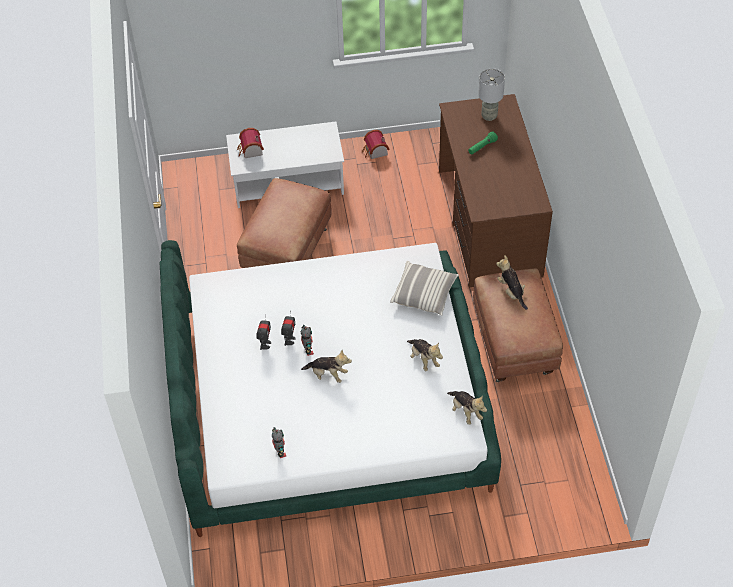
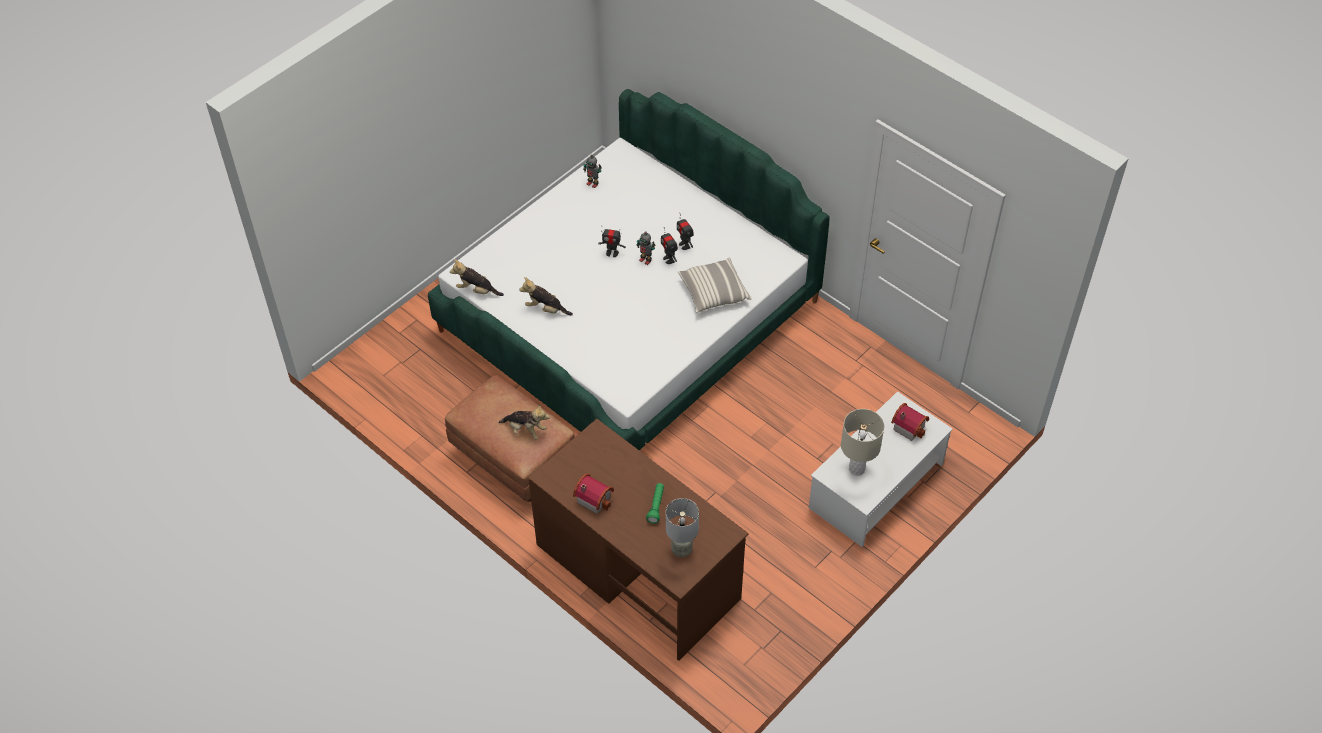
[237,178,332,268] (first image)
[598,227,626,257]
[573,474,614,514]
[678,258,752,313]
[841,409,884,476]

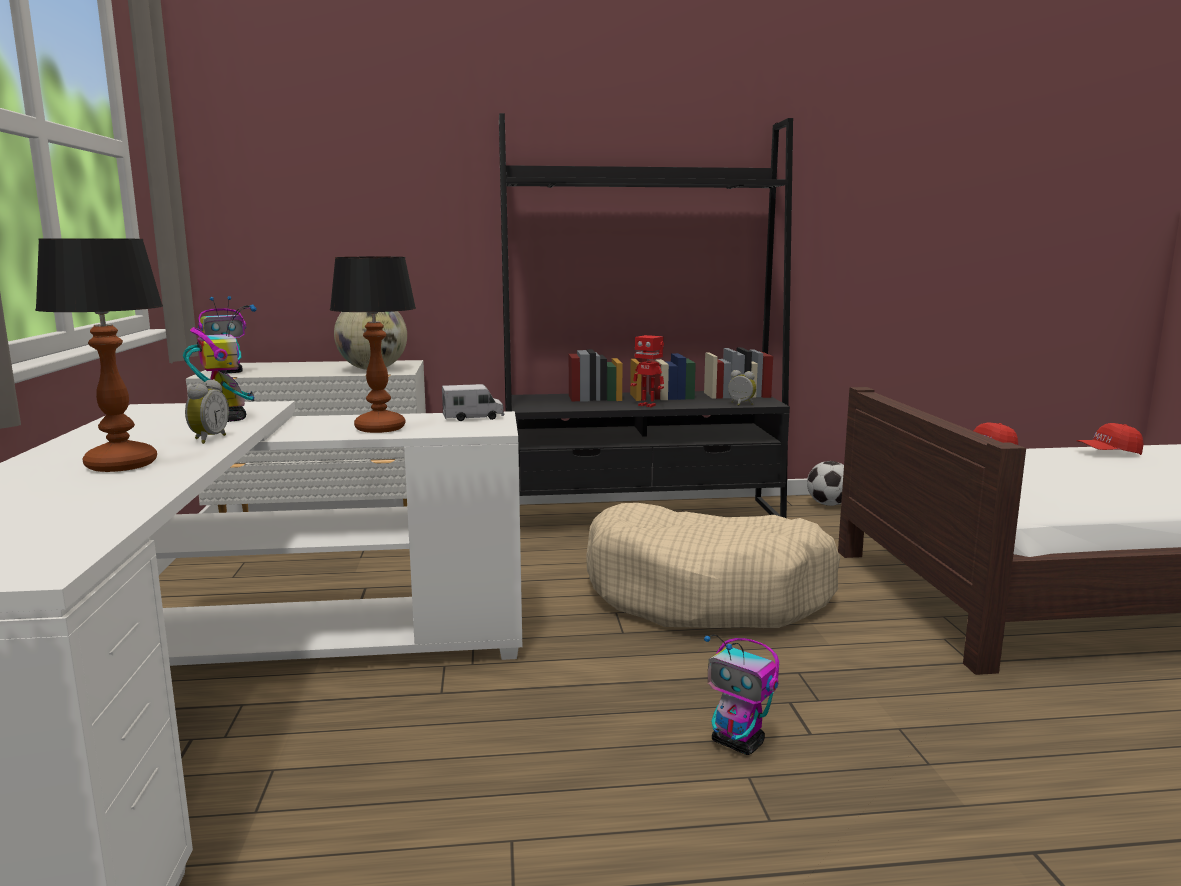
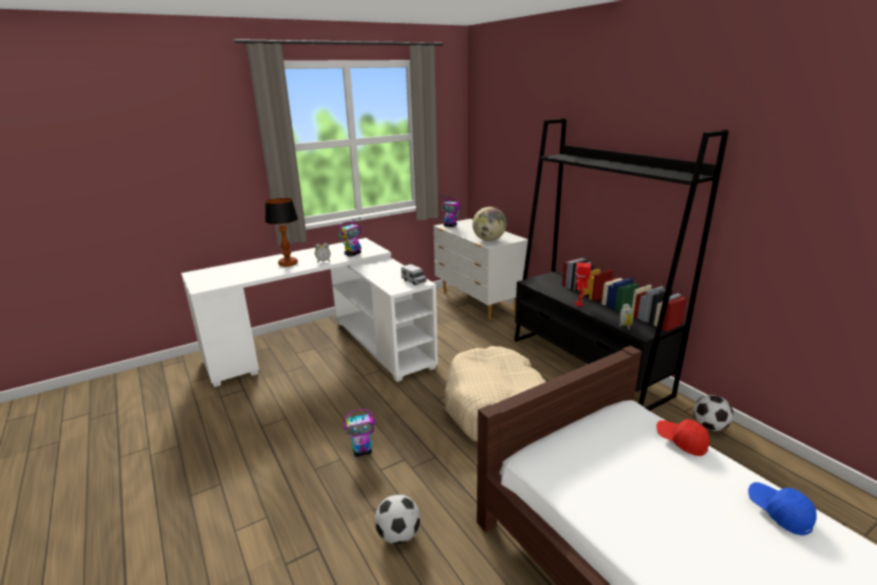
[330,257,416,433] (first image)
[344,409,375,457]
[748,482,817,536]
[375,494,420,544]

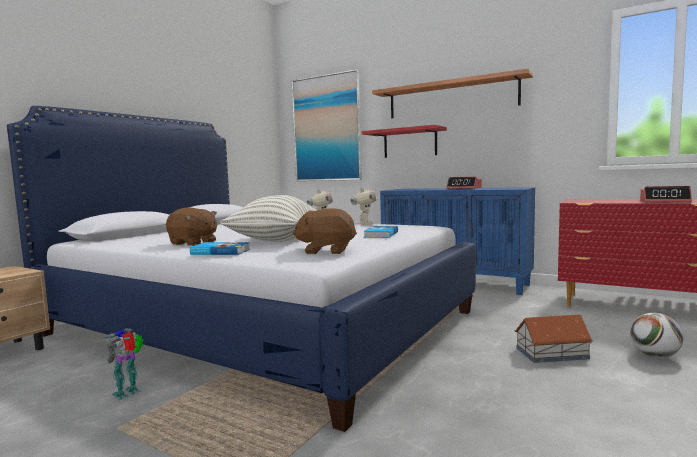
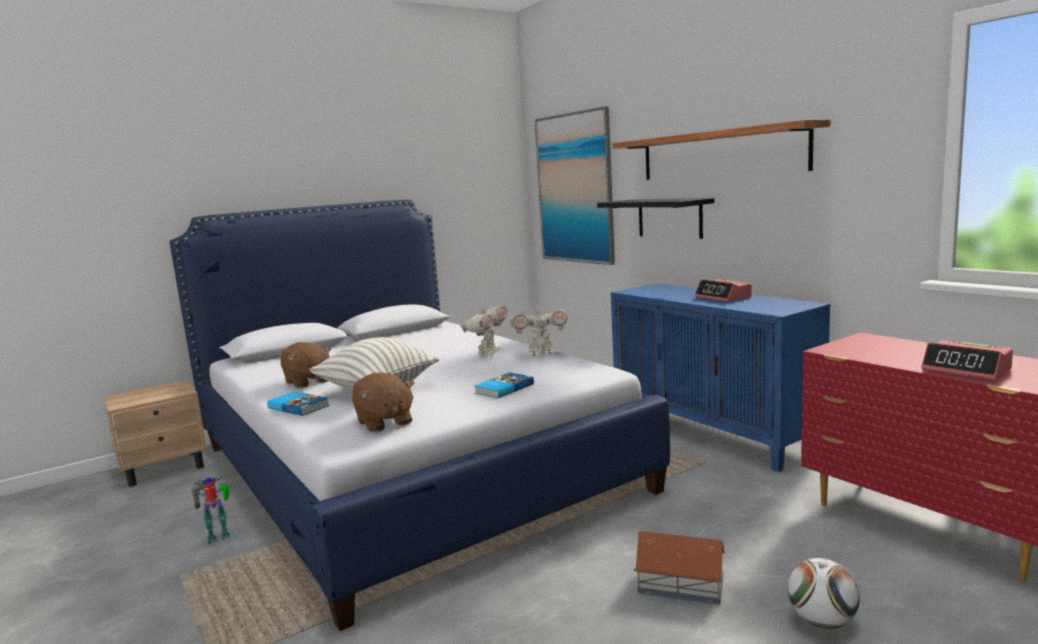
[352,372,414,432]
[510,301,568,356]
[597,198,714,239]

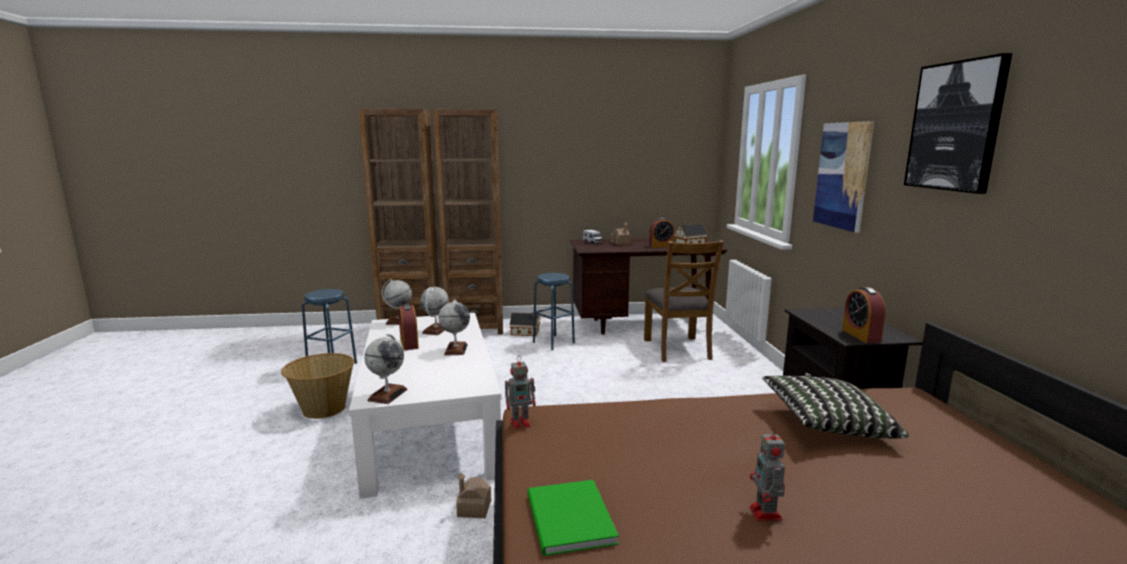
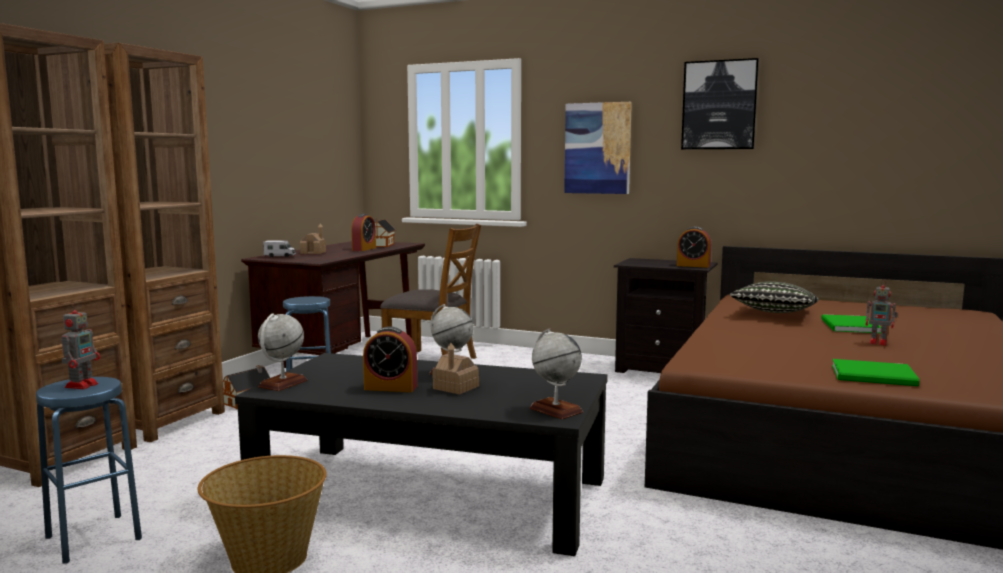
[235,353,608,556]
[420,287,449,335] (first image)
[433,343,479,395]
[61,303,100,389]
[821,314,882,333]

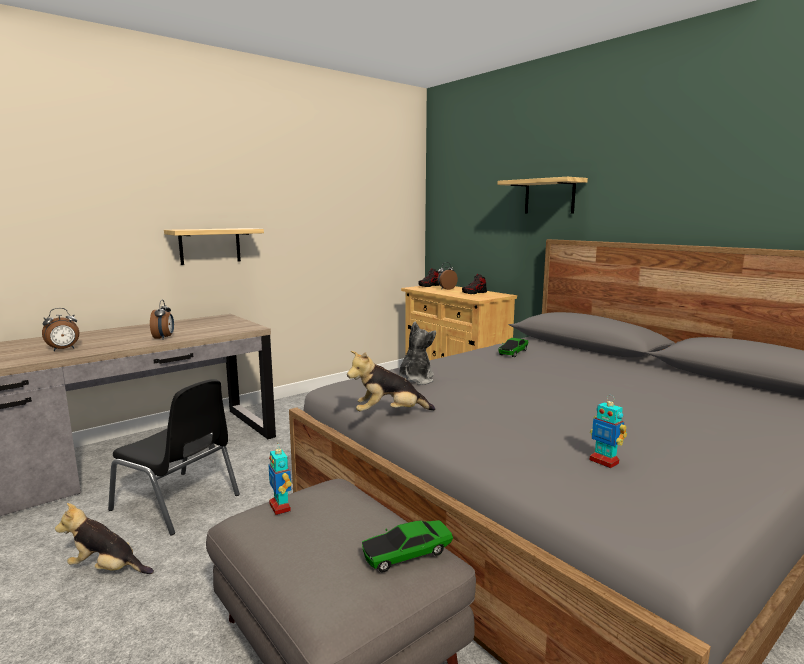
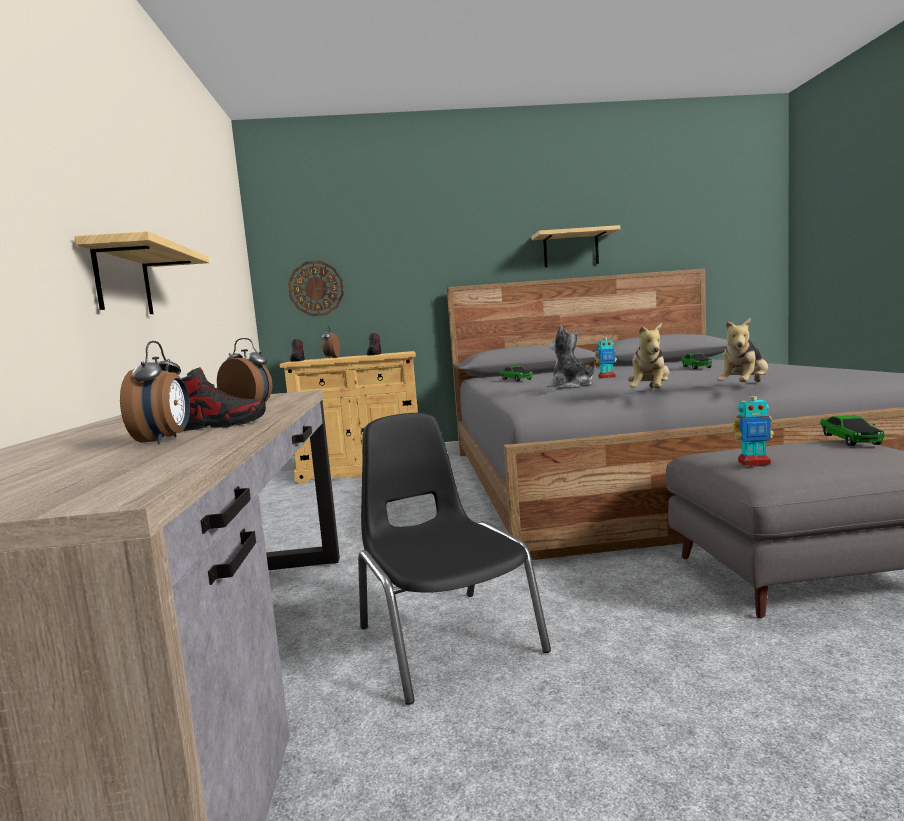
[716,318,768,382]
[358,413,551,705]
[532,225,620,267]
[595,338,617,378]
[181,367,266,431]
[288,261,344,316]
[681,353,712,369]

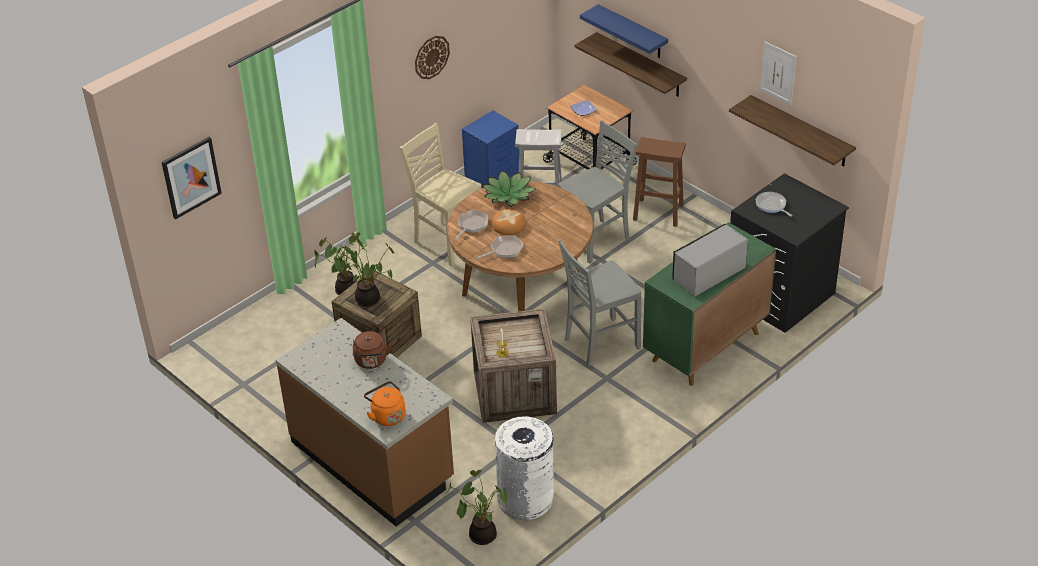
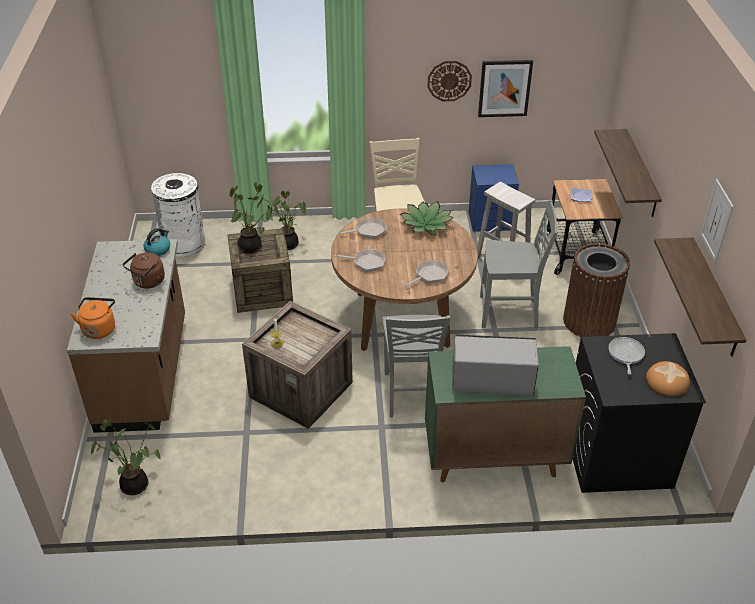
[478,60,533,117]
[646,361,690,396]
[151,173,205,257]
[382,315,450,418]
[580,4,668,58] (first image)
[563,243,630,337]
[144,228,170,256]
[405,260,449,287]

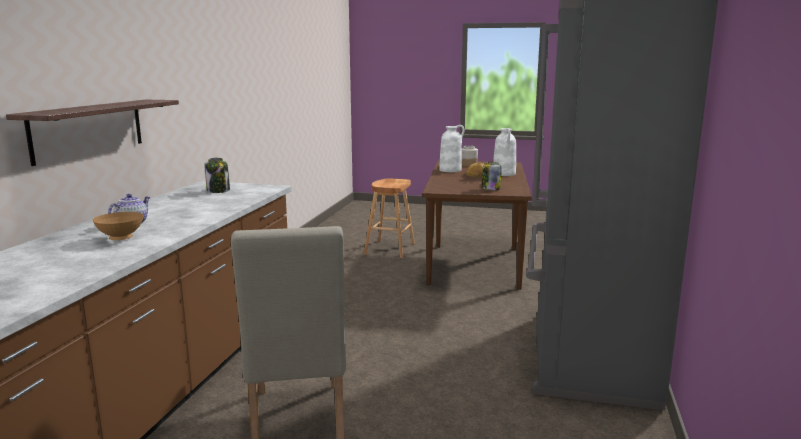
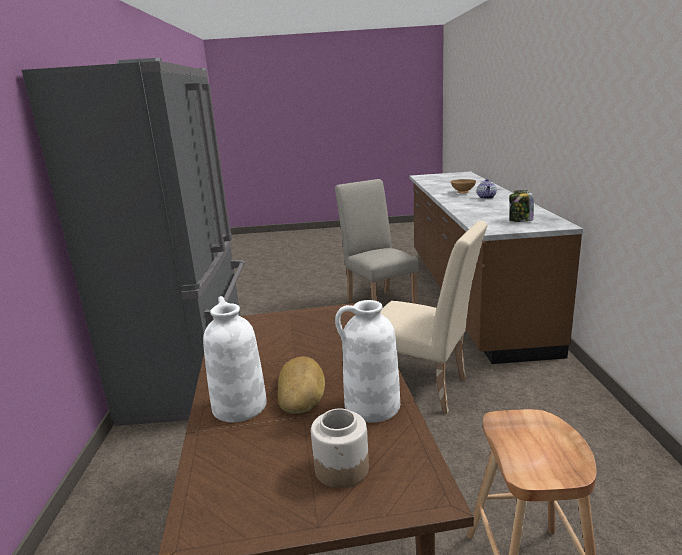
[6,100,179,166] (first image)
[481,162,502,190] (first image)
[381,221,488,414]

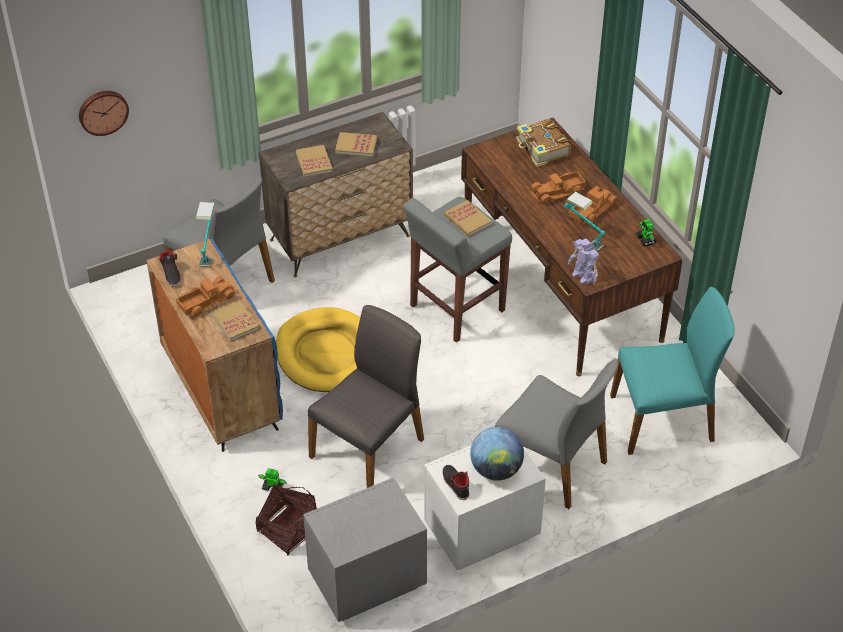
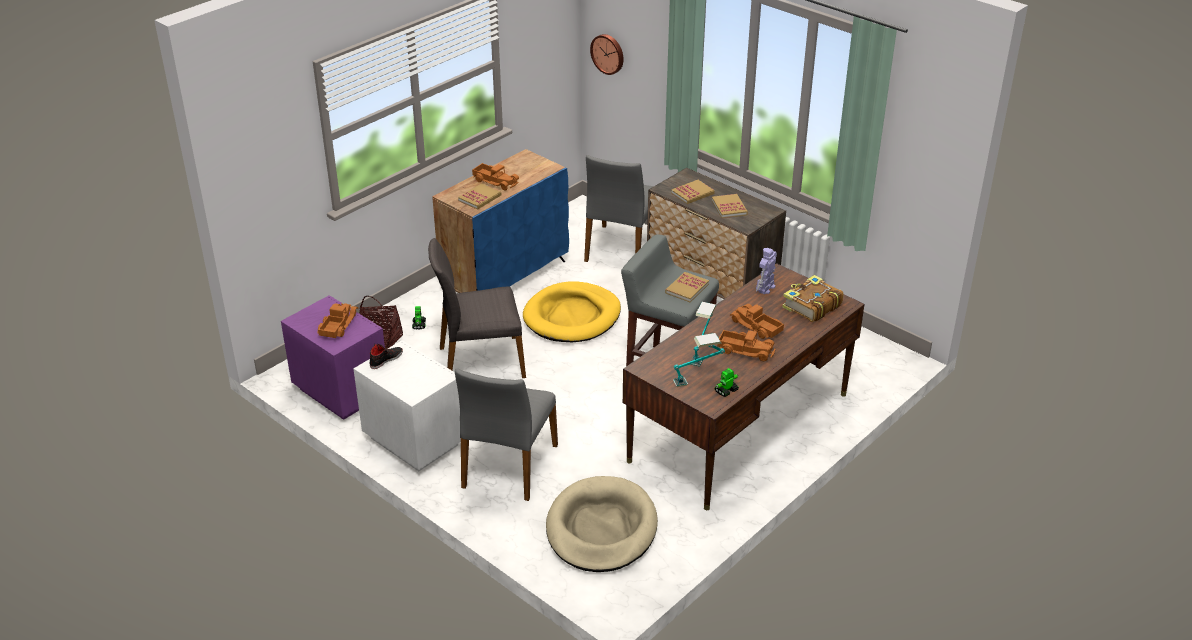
[159,251,181,287] (first image)
[673,333,725,387]
[281,295,385,420]
[428,238,526,378]
[470,427,524,481] (first image)
[756,248,777,294]
[546,476,658,572]
[317,303,358,338]

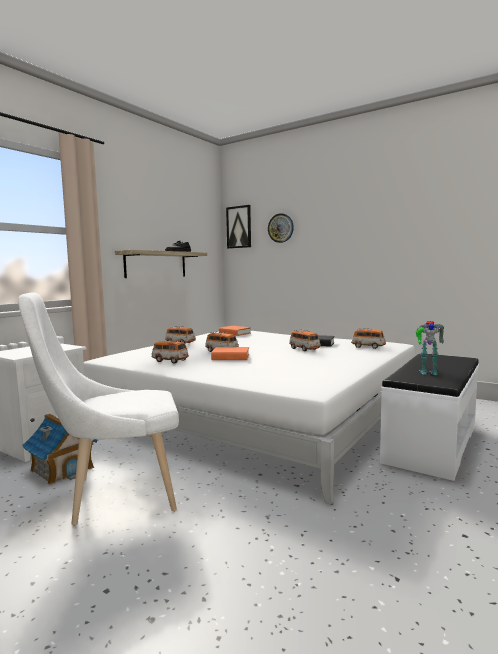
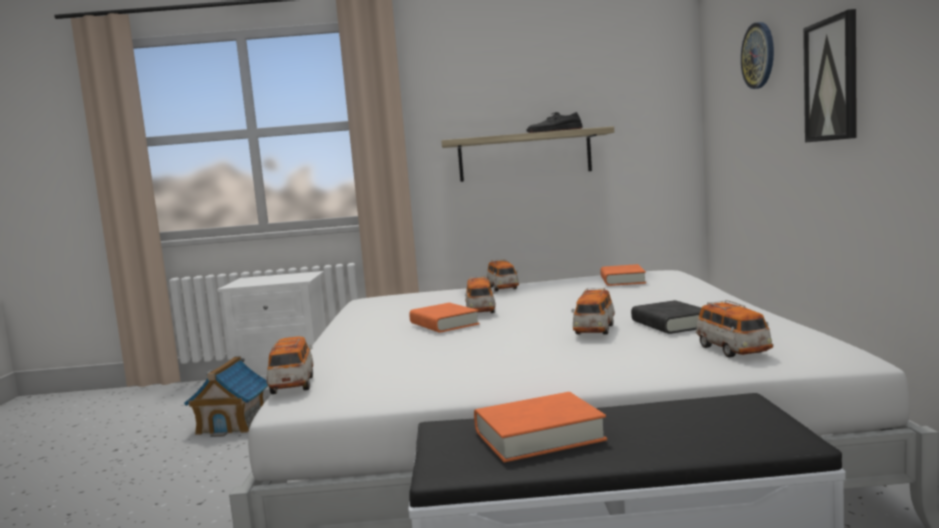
[18,292,179,525] (first image)
[266,336,313,394]
[803,9,857,143]
[474,392,607,462]

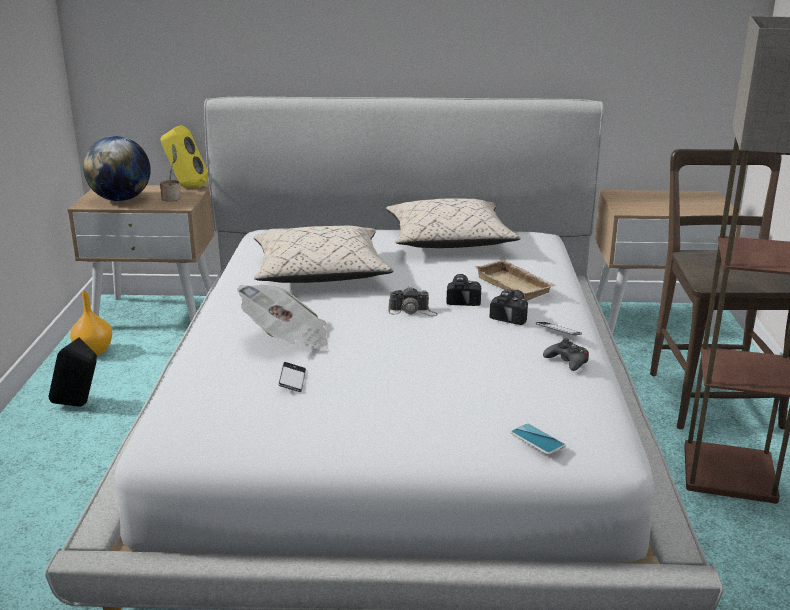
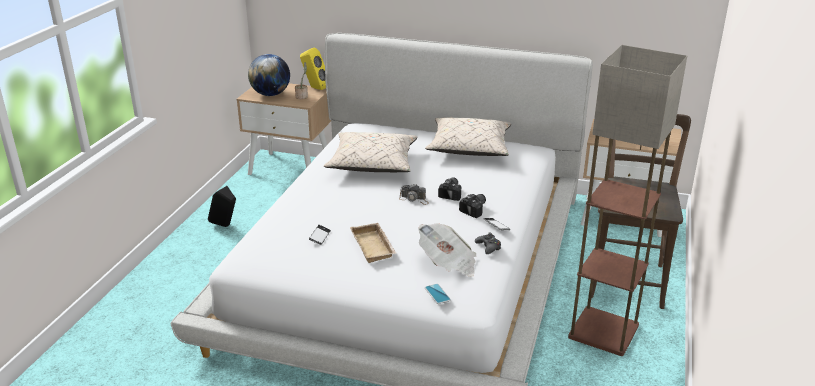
[70,291,112,355] (first image)
[418,223,476,277]
[350,223,396,263]

